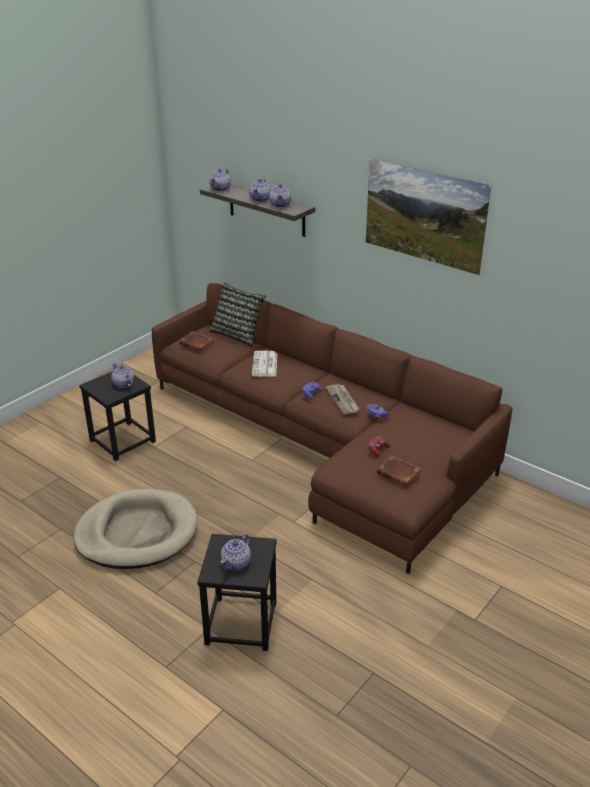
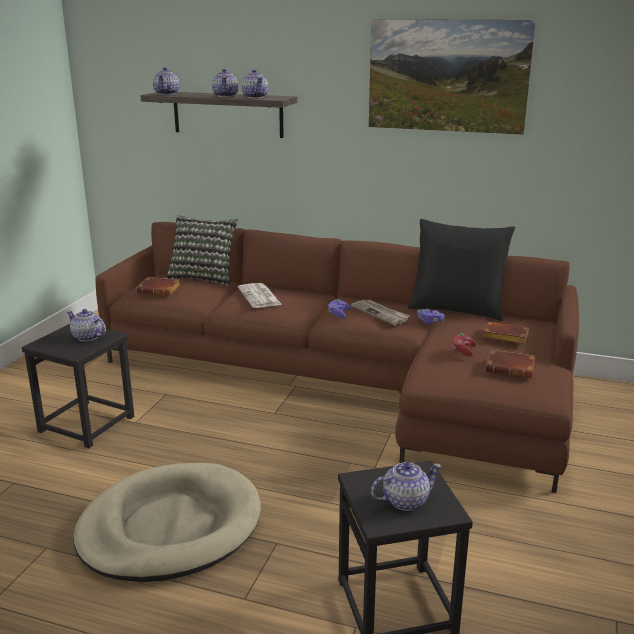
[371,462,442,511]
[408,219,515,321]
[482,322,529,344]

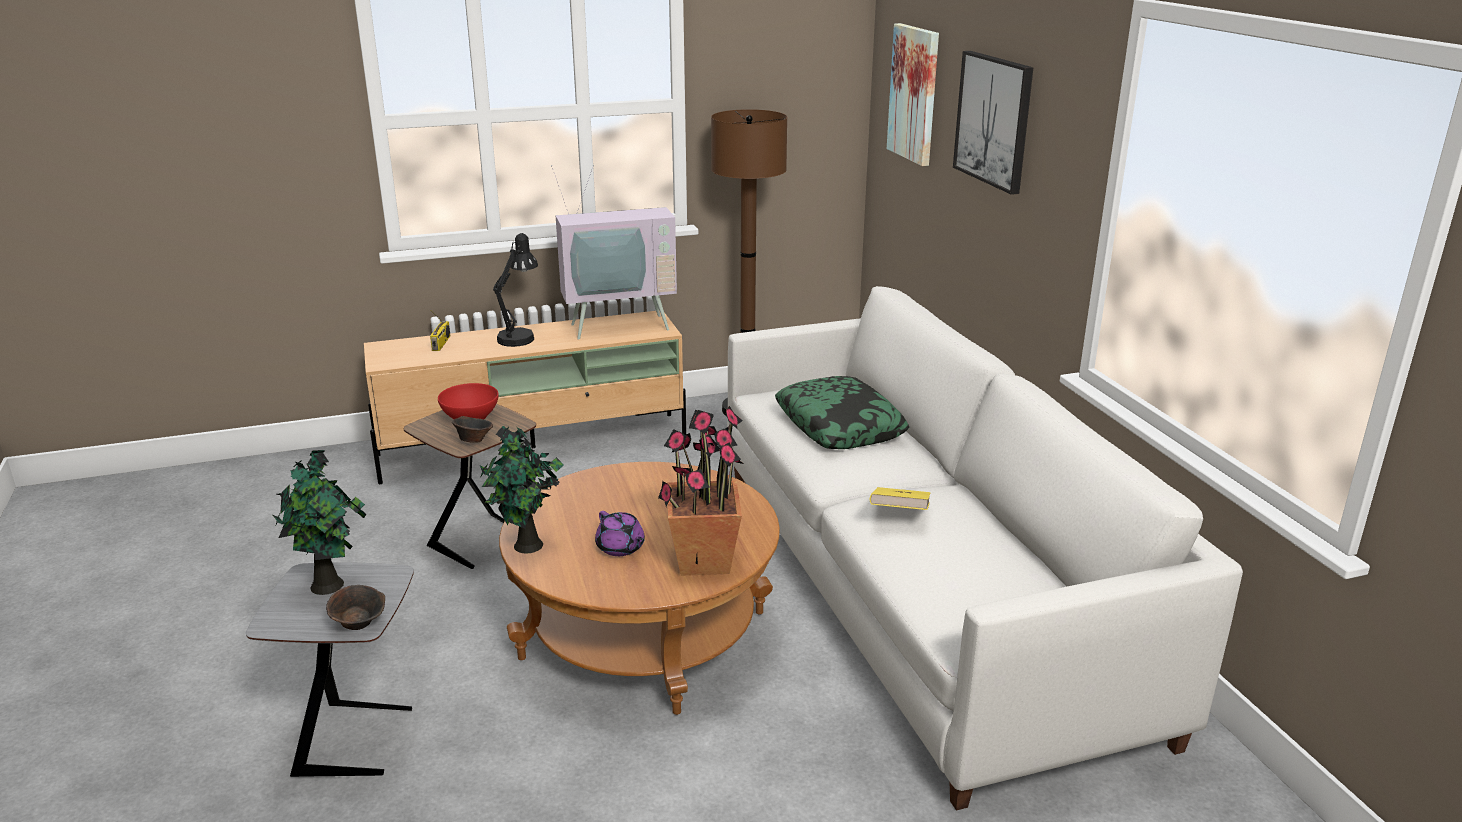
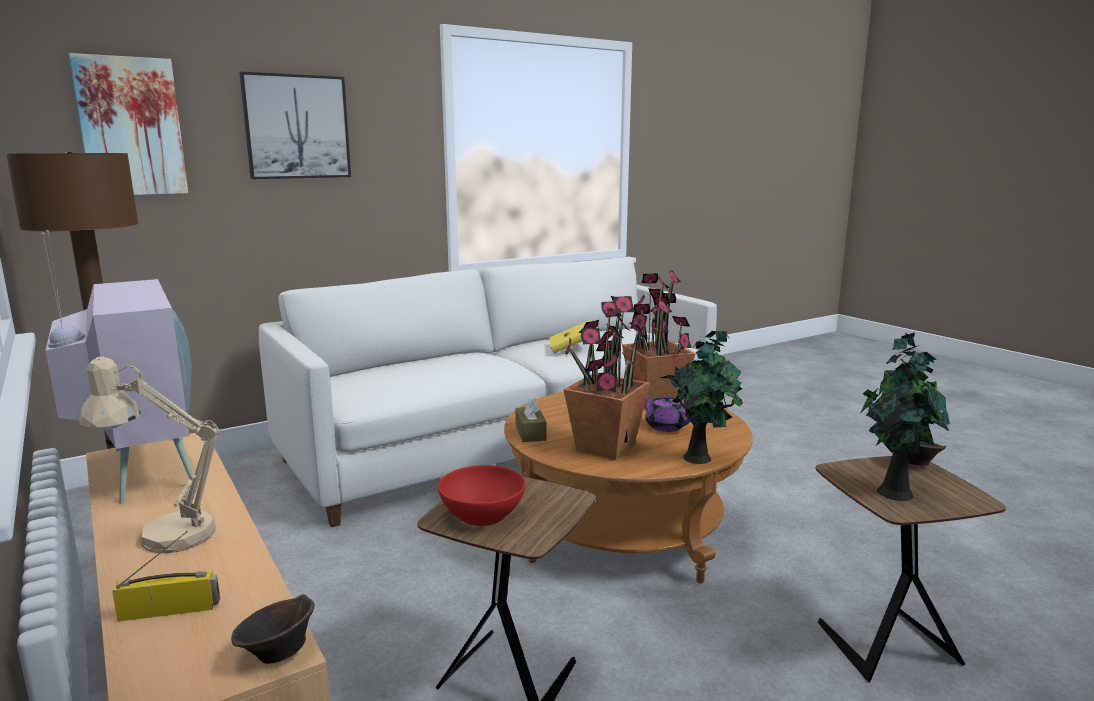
[816,456,1006,682]
[231,594,315,664]
[79,357,220,553]
[645,395,690,432]
[775,376,909,449] (first image)
[515,396,547,442]
[563,296,650,460]

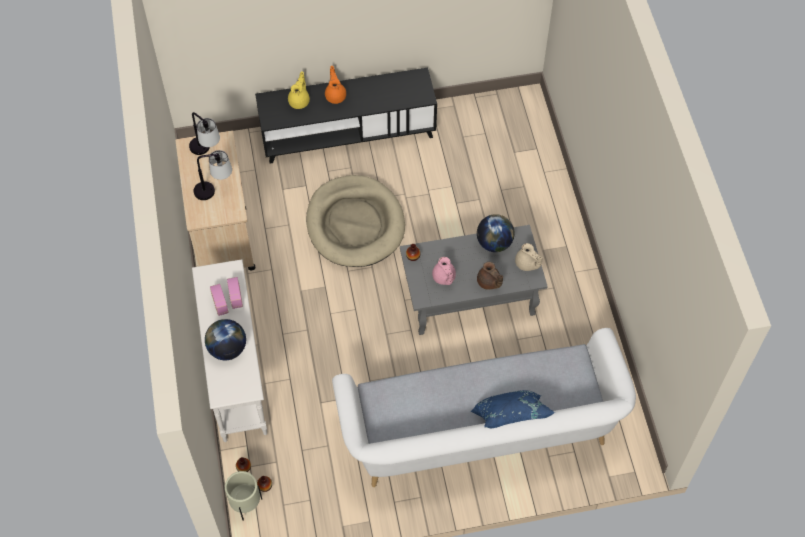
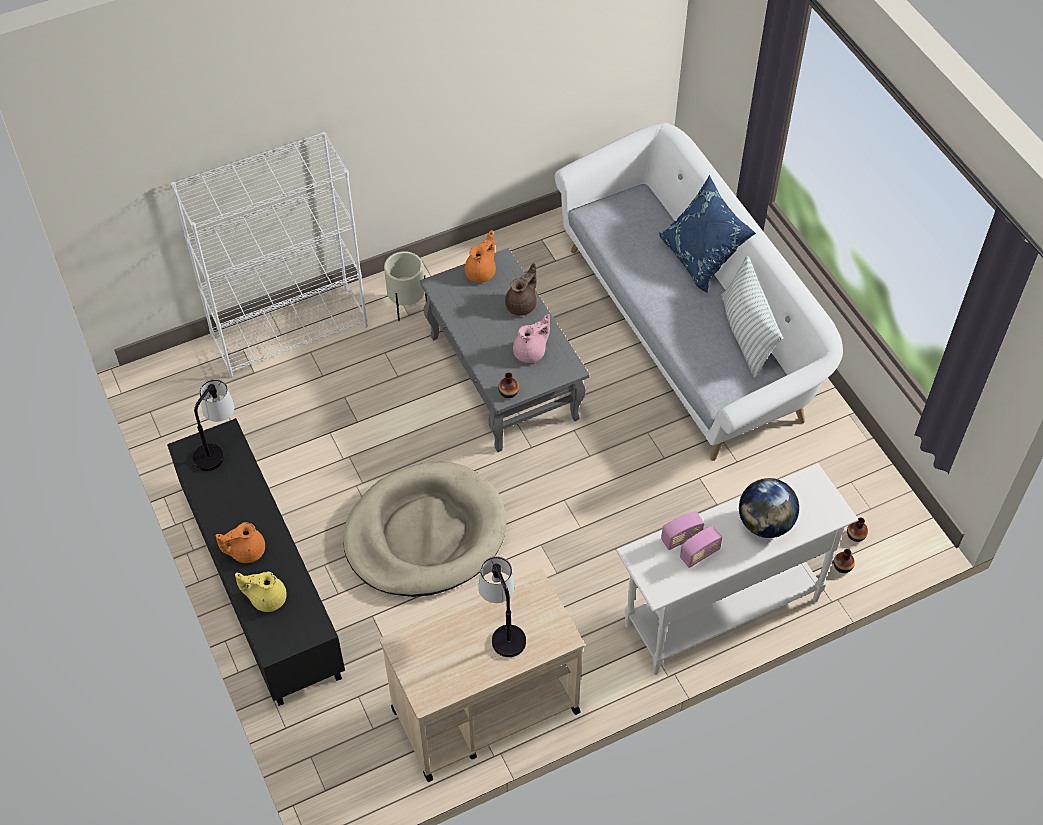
[193,379,235,471]
[384,251,427,321]
[477,214,515,252] (first image)
[465,230,496,282]
[171,132,368,378]
[721,255,783,378]

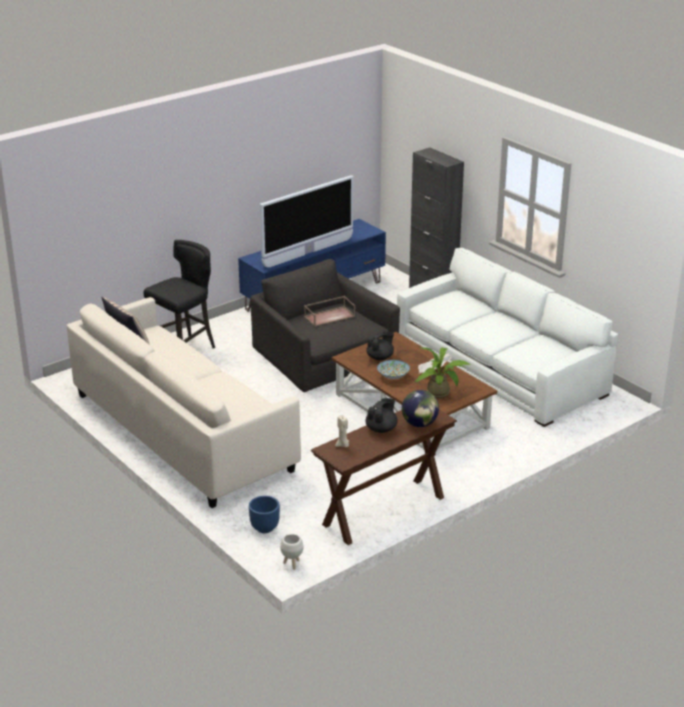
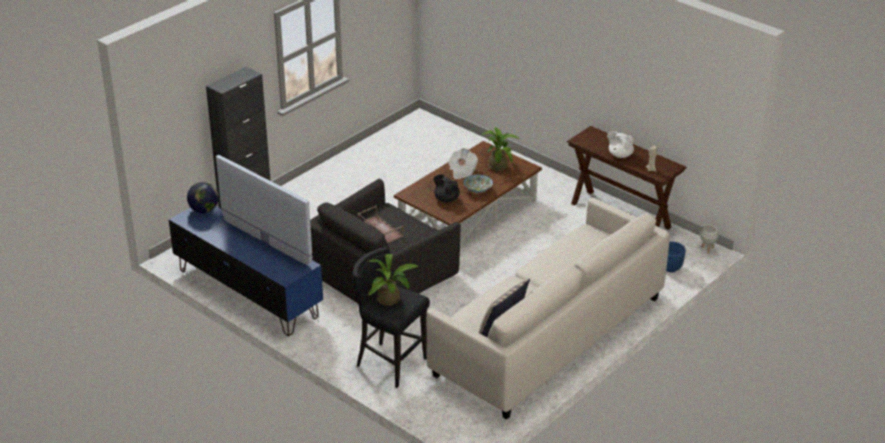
[607,131,634,158]
[397,248,618,427] (first image)
[187,182,219,213]
[367,254,418,306]

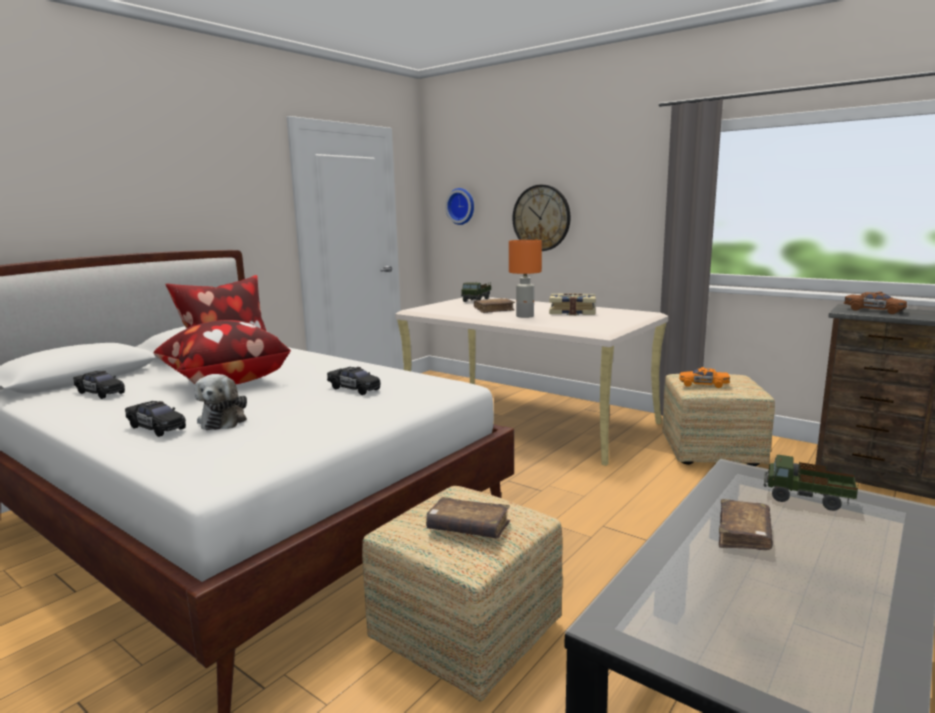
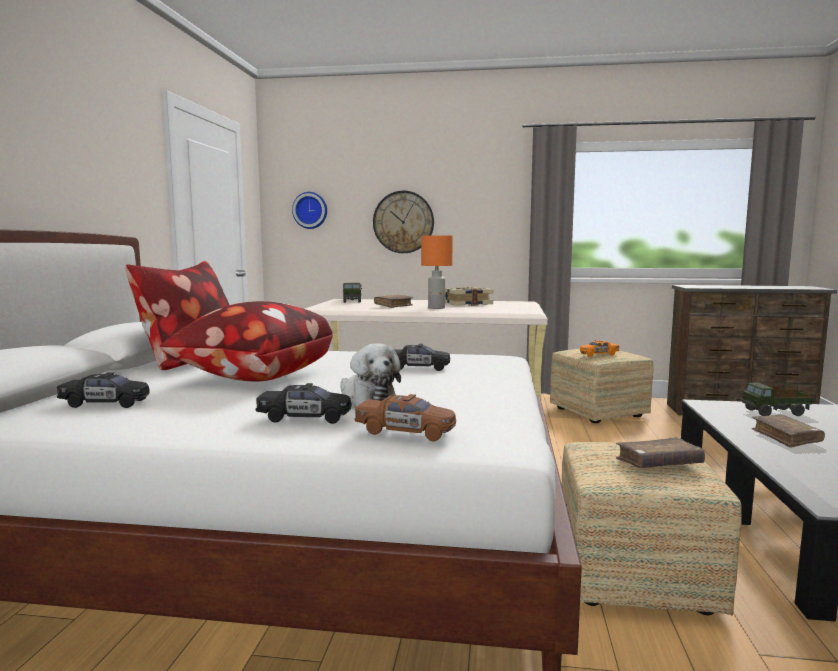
[354,394,456,441]

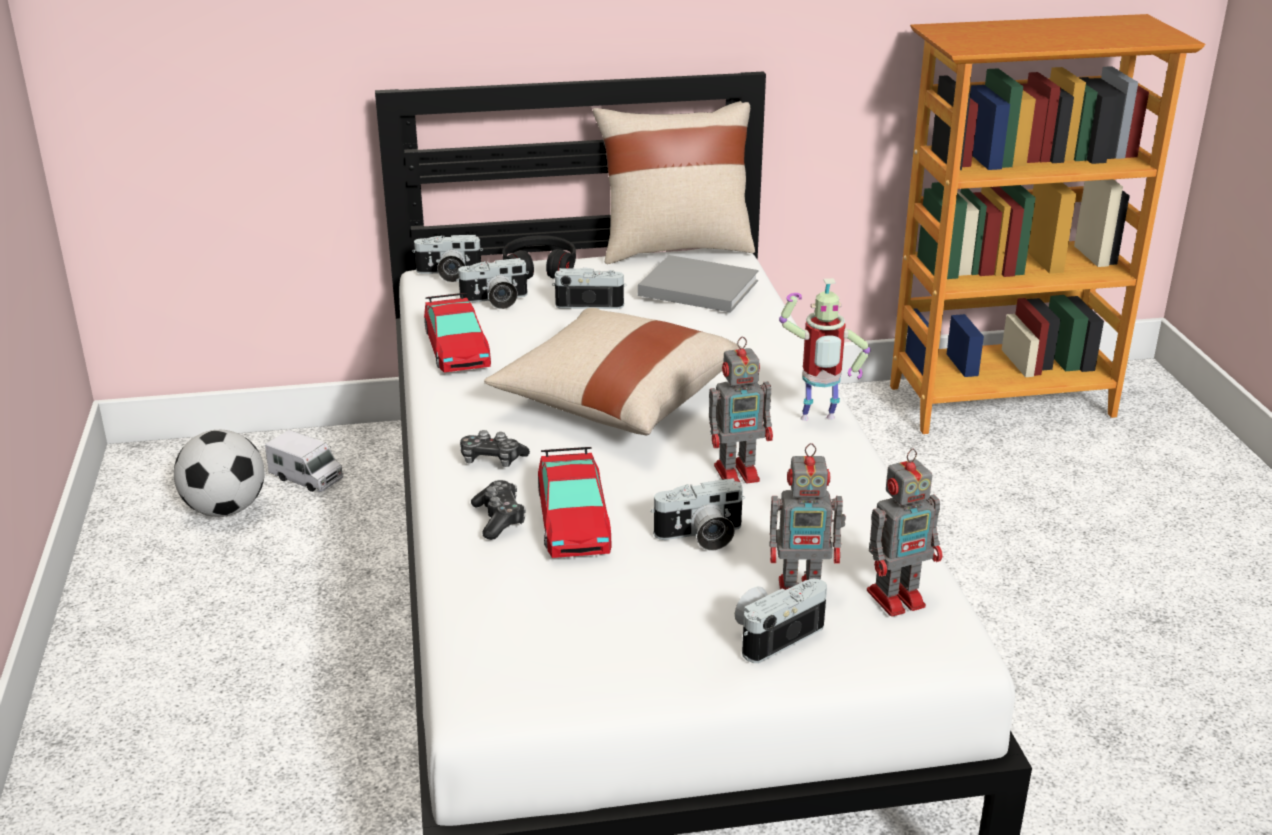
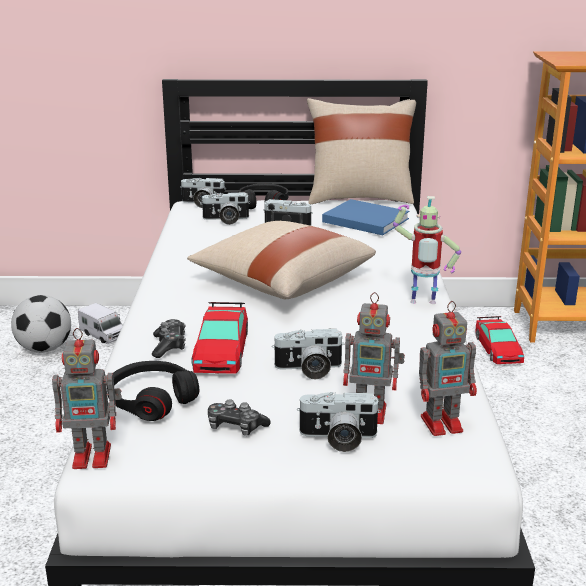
[475,316,524,364]
[208,399,270,436]
[322,199,409,235]
[52,328,122,469]
[297,392,381,452]
[107,361,199,421]

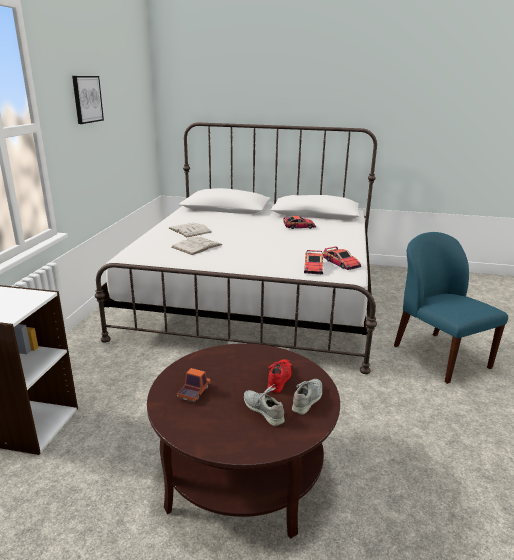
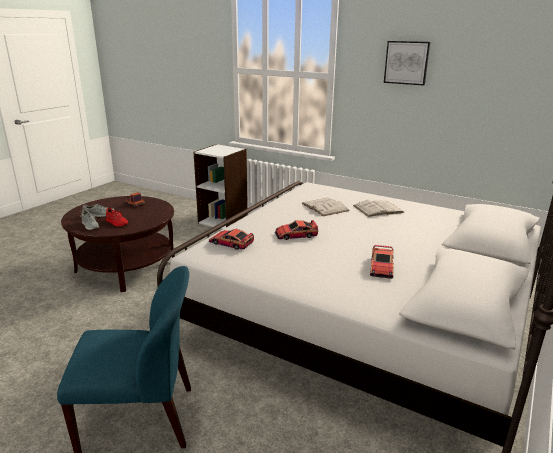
[275,220,318,240]

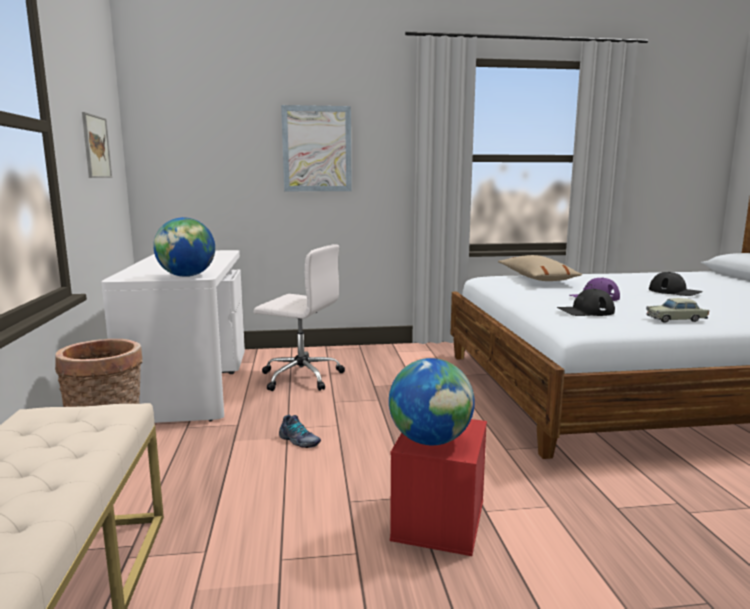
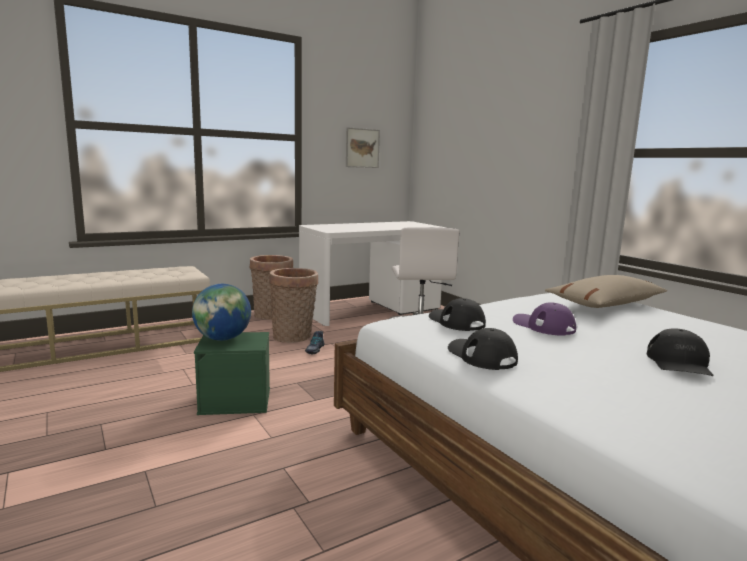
[153,217,215,277] (first image)
[281,105,352,191] (first image)
[194,332,270,415]
[448,328,518,370]
[269,268,318,343]

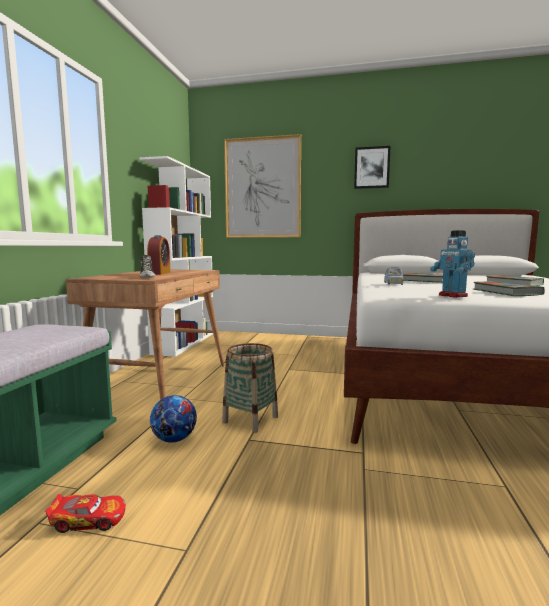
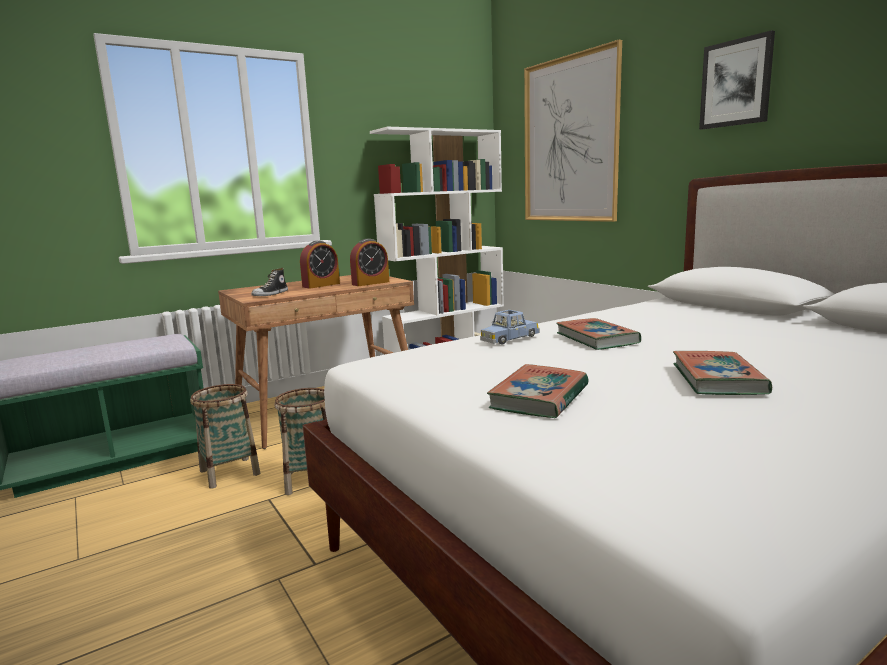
[45,494,126,533] (first image)
[190,384,260,489]
[430,230,475,298] (first image)
[350,239,389,286]

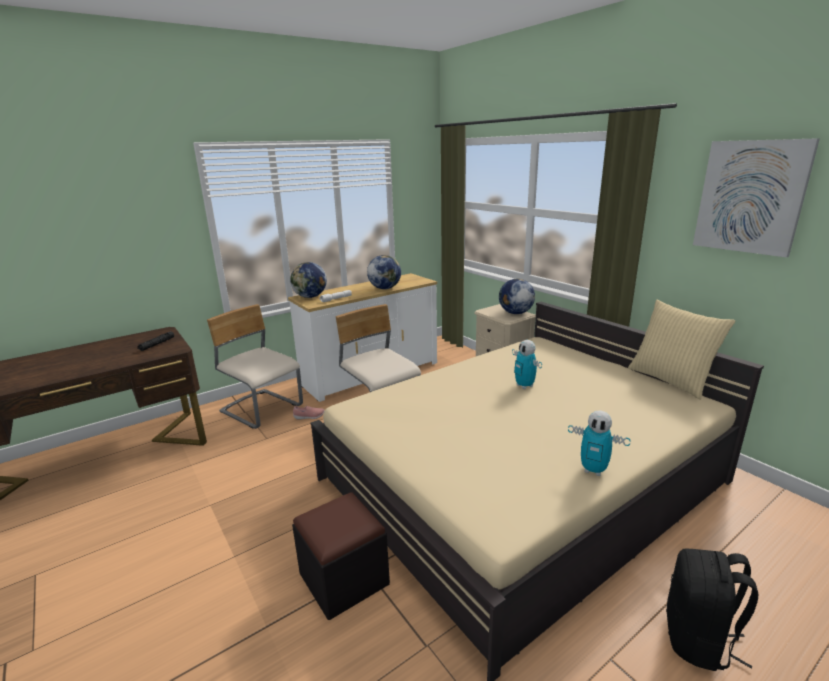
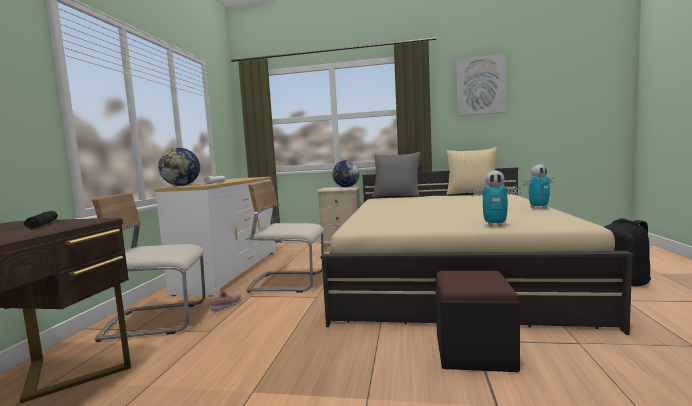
[367,255,401,289] (first image)
[470,170,521,227]
[372,152,421,198]

